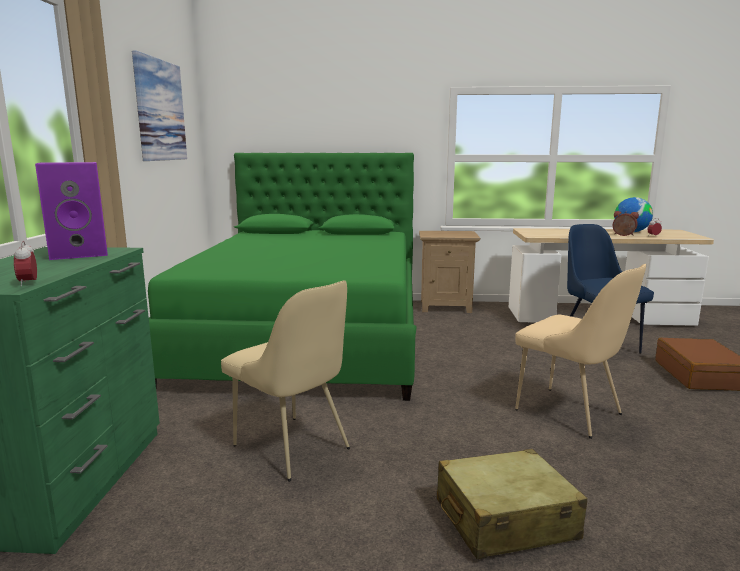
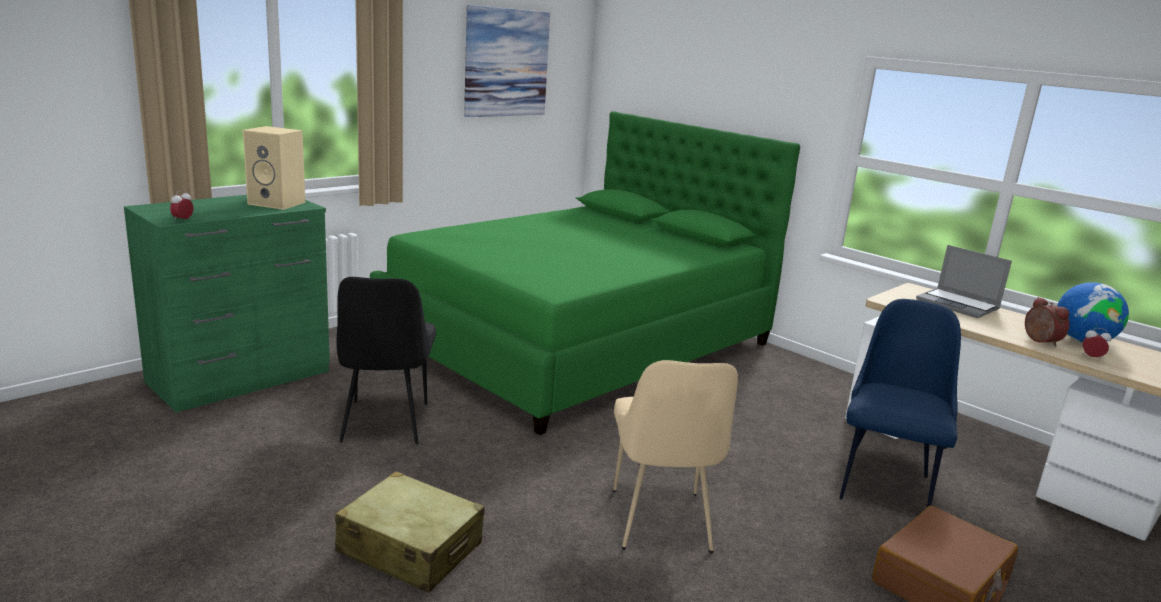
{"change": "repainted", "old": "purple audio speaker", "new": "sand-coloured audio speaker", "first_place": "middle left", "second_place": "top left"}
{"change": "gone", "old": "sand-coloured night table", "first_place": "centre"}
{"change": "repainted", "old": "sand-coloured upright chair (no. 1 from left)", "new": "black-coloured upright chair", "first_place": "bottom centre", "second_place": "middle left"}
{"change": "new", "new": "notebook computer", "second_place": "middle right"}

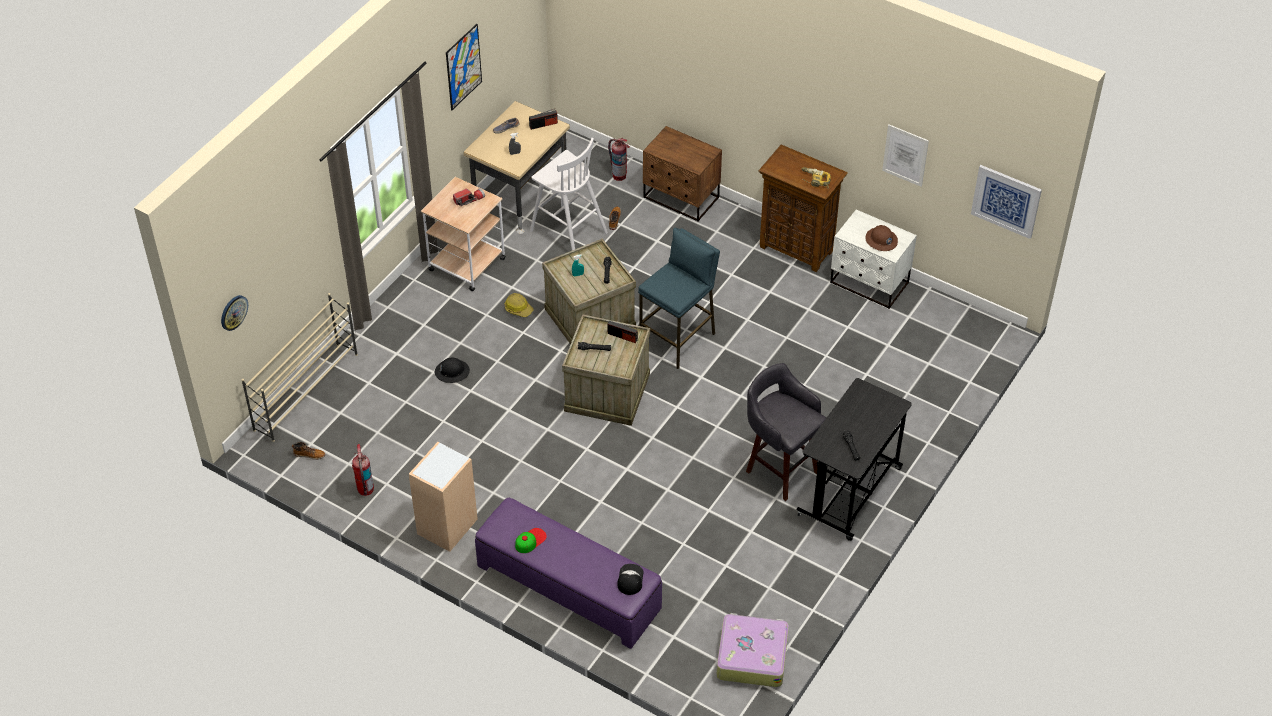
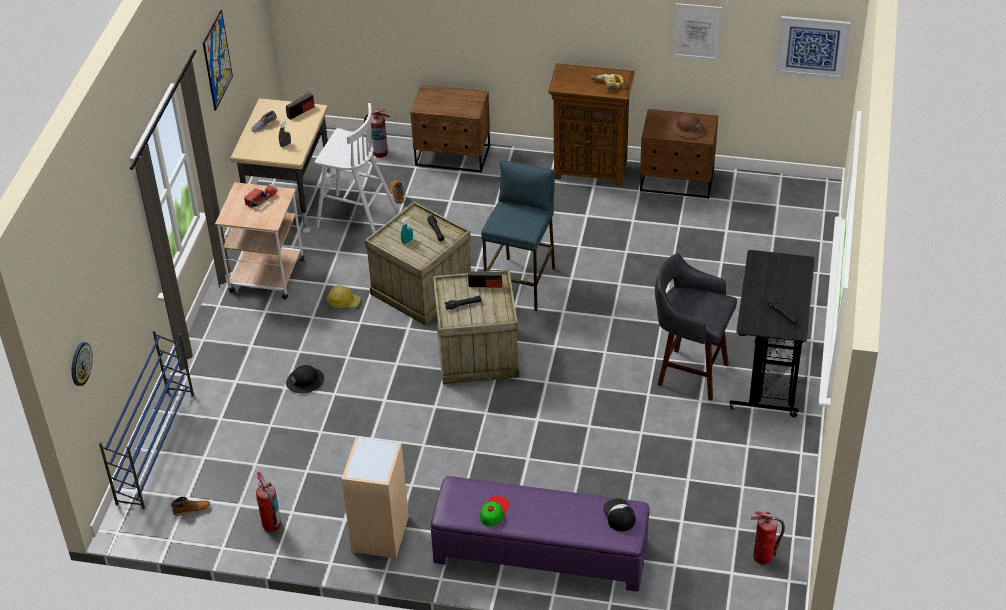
{"change": "repainted", "old": "white night table", "new": "brownish night table (no. 2 from left)", "first_place": "middle right", "second_place": "top right"}
{"change": "repainted", "old": "sand-coloured shoe rack", "new": "blue shoe rack", "first_place": "middle left", "second_place": "bottom left"}
{"change": "swapped", "old": "travel case", "new": "extinguisher (no. 3 from left)", "first_place": "bottom centre", "second_place": "bottom right"}

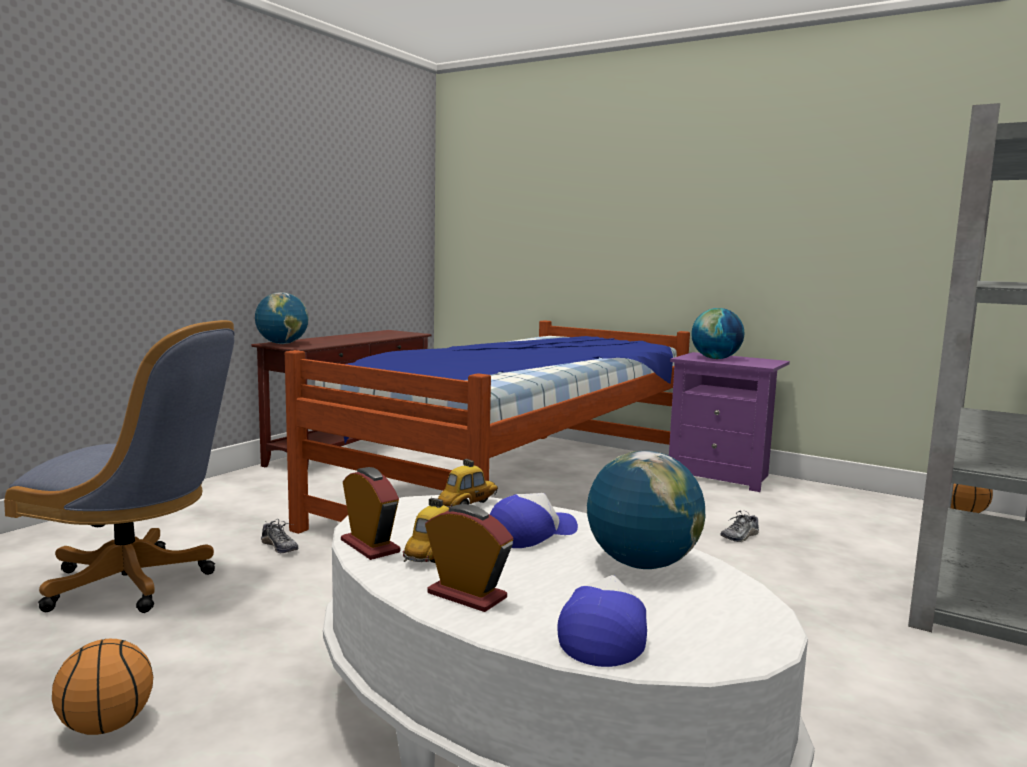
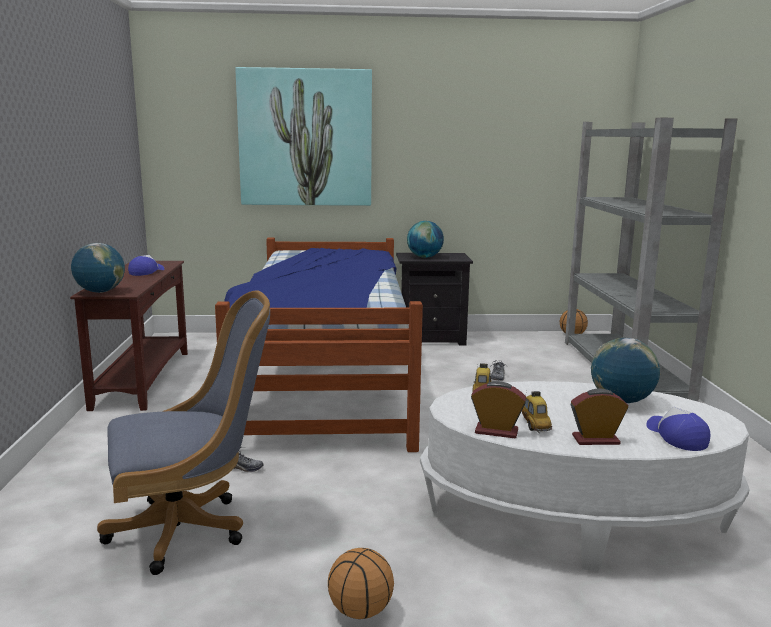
{"change": "repainted", "old": "purple night table", "new": "black-coloured night table", "first_place": "middle right", "second_place": "centre"}
{"change": "shifted", "old": "cap (no. 1 from left)", "first_place": "bottom centre", "second_place": "middle left"}
{"change": "new", "new": "wall picture", "second_place": "top centre"}

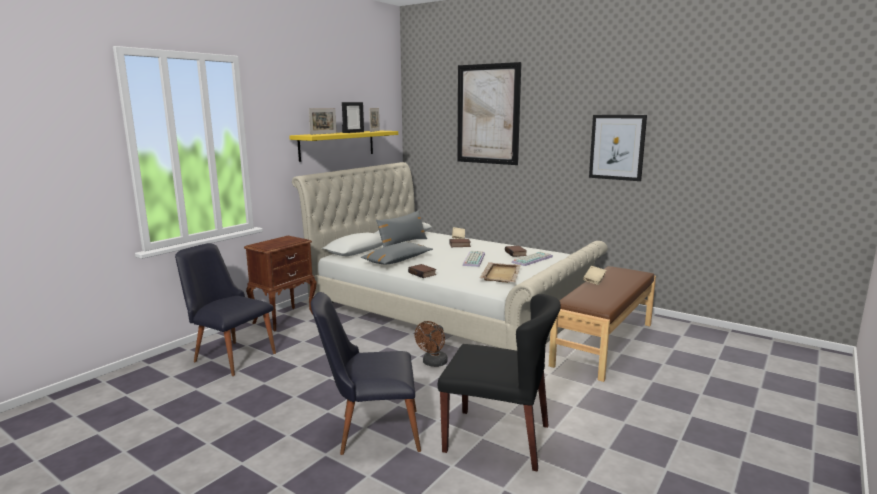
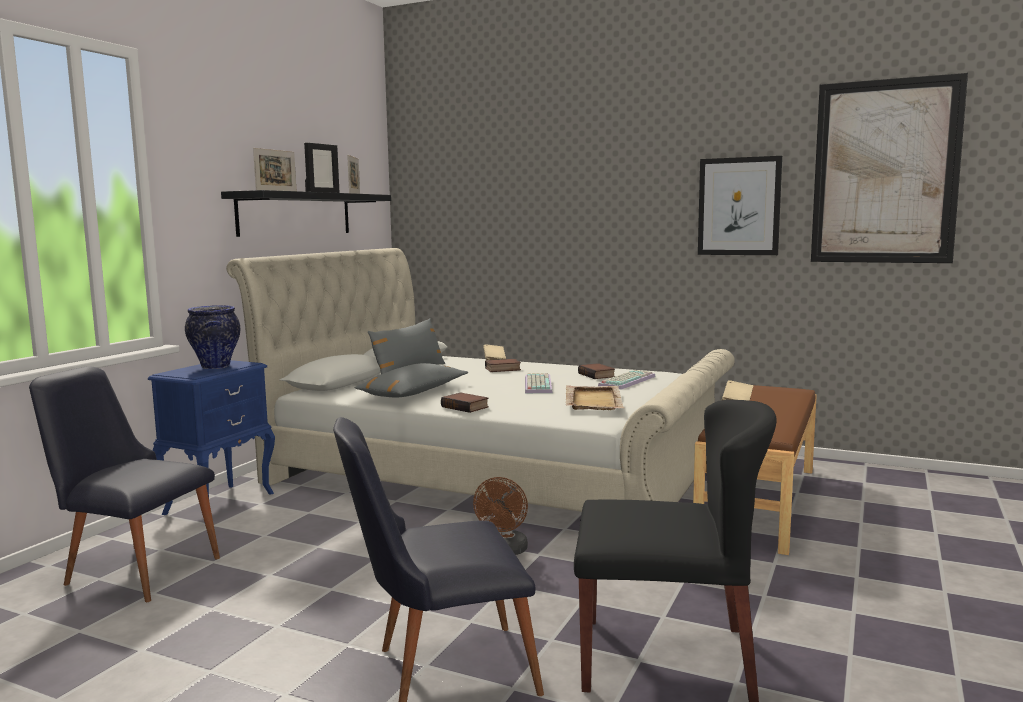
{"change": "shifted", "old": "wall picture (no. 1 from left in the first image)", "new": "wall picture (no. 2 from left)", "first_place": "top centre", "second_place": "top right"}
{"change": "repainted", "old": "yellow-coloured wall shelf", "new": "black-coloured wall shelf", "first_place": "top centre", "second_place": "top left"}
{"change": "repainted", "old": "brownish night table", "new": "blue night table", "first_place": "middle left", "second_place": "middle left"}
{"change": "new", "new": "vase", "second_place": "middle left"}

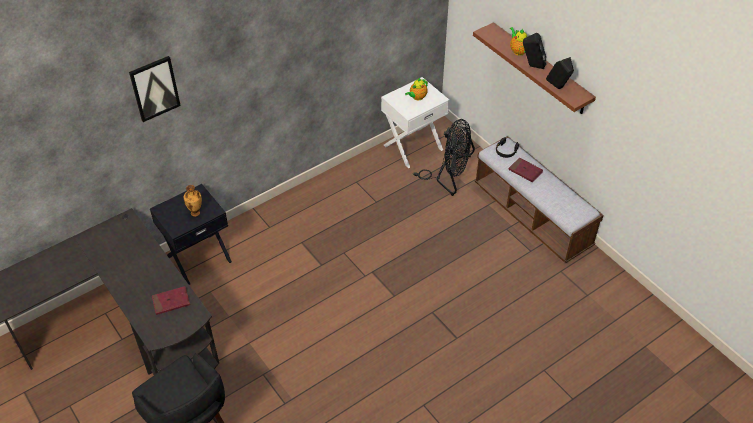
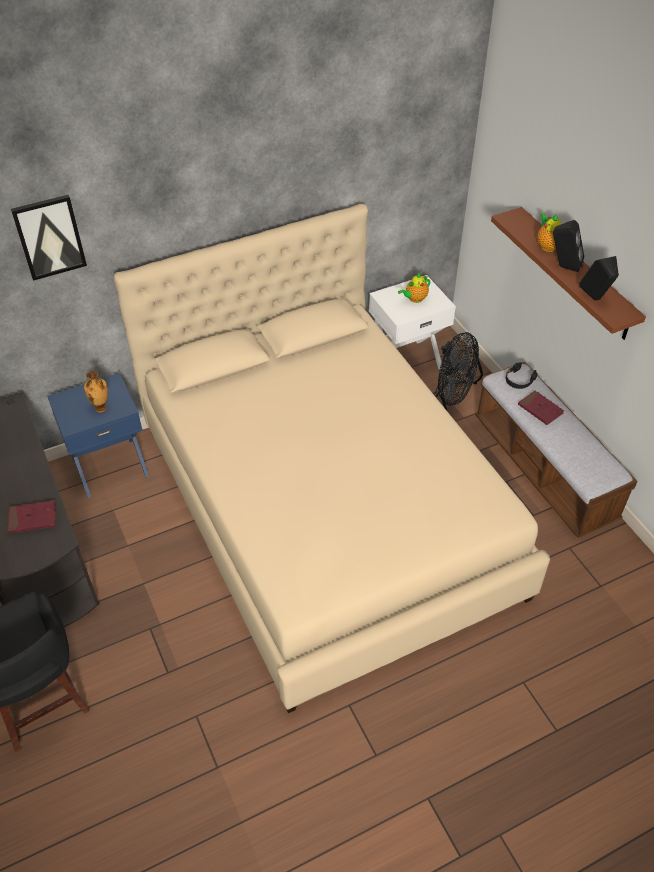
{"change": "repainted", "old": "black-coloured night table", "new": "blue night table", "first_place": "middle left", "second_place": "middle left"}
{"change": "new", "new": "sand-coloured sleeping bed", "second_place": "centre"}

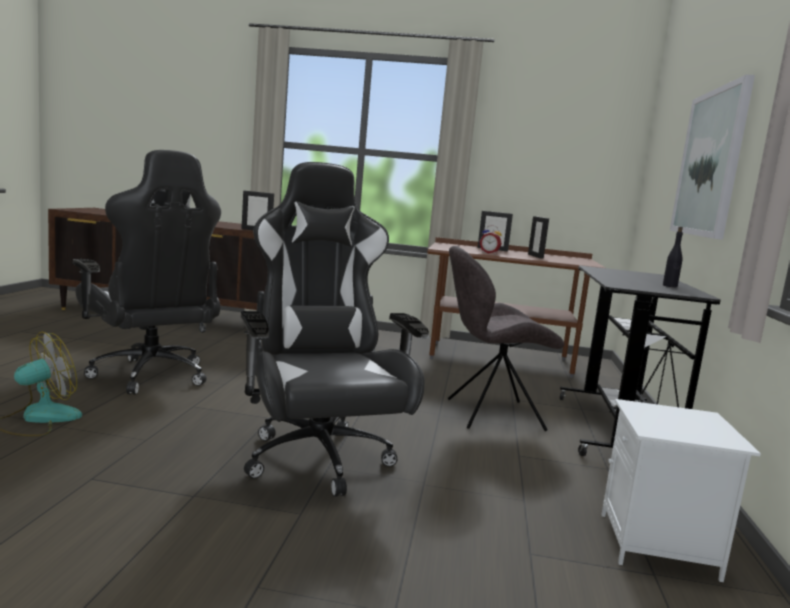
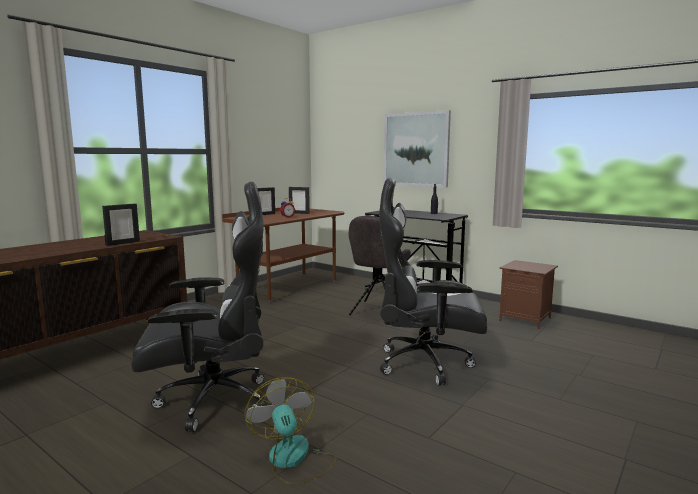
{"change": "repainted", "old": "white night table", "new": "brownish night table", "first_place": "bottom right", "second_place": "middle right"}

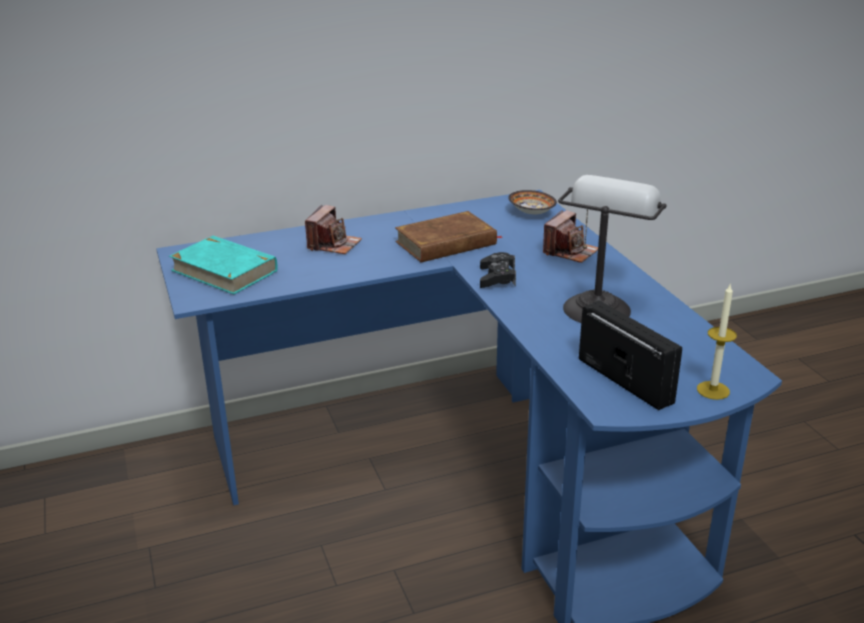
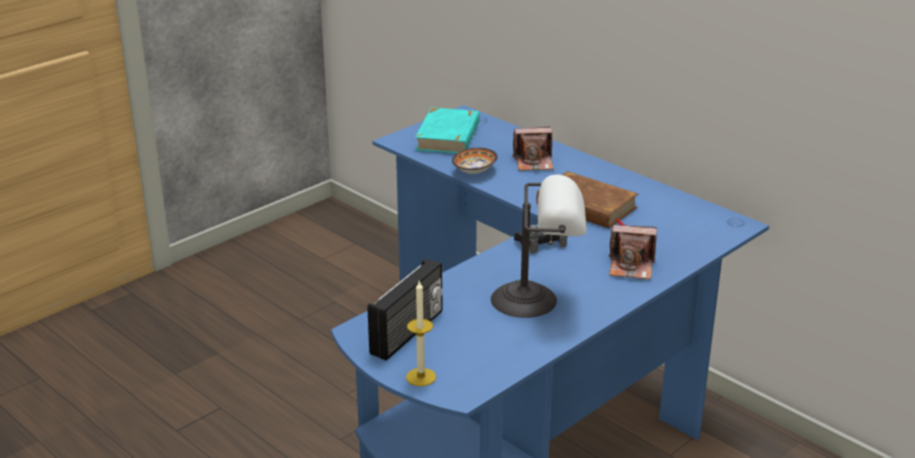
{"change": "shifted", "old": "bowl", "first_place": "top centre", "second_place": "centre"}

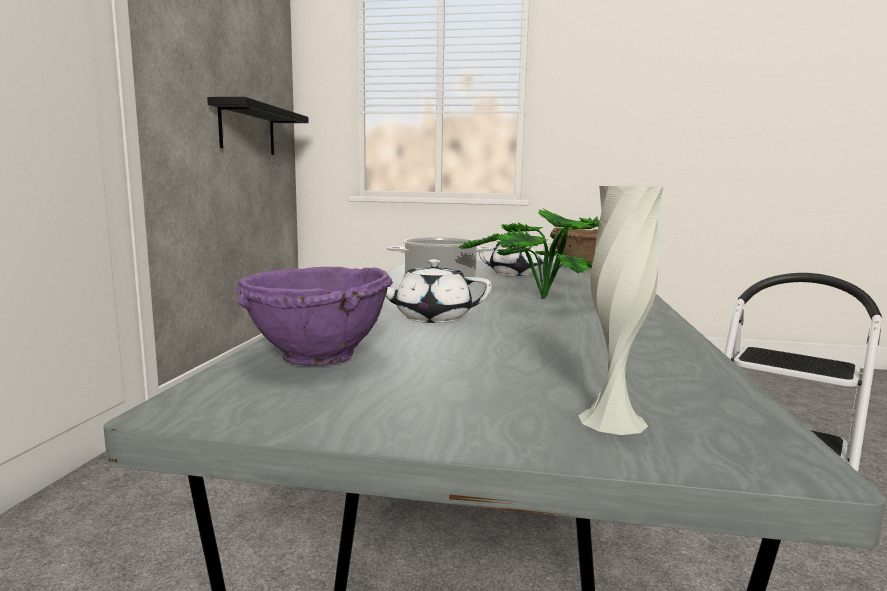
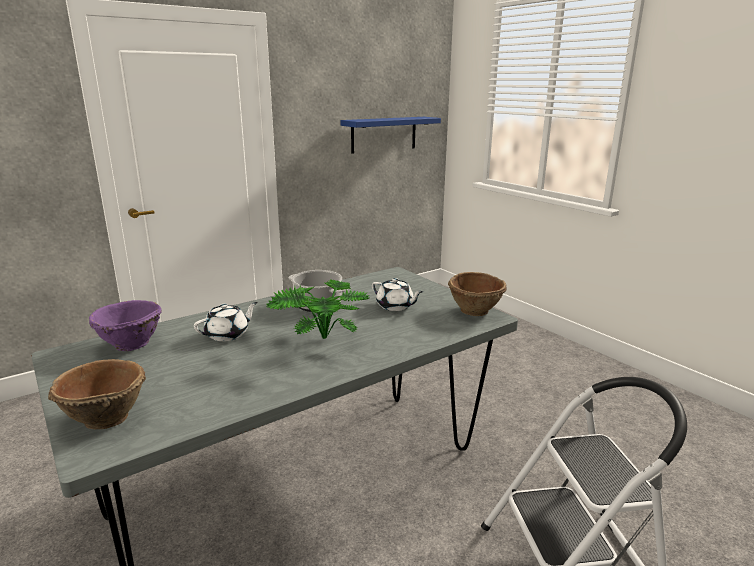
{"change": "repainted", "old": "black-coloured wall shelf", "new": "blue wall shelf", "first_place": "top left", "second_place": "top centre"}
{"change": "swapped", "old": "white vase", "new": "brownish bowl (no. 1 from left)", "first_place": "middle right", "second_place": "bottom left"}
{"change": "rotated", "old": "white teapot (no. 1 from left)", "first_place": "centre", "second_place": "middle left", "degrees": 90}

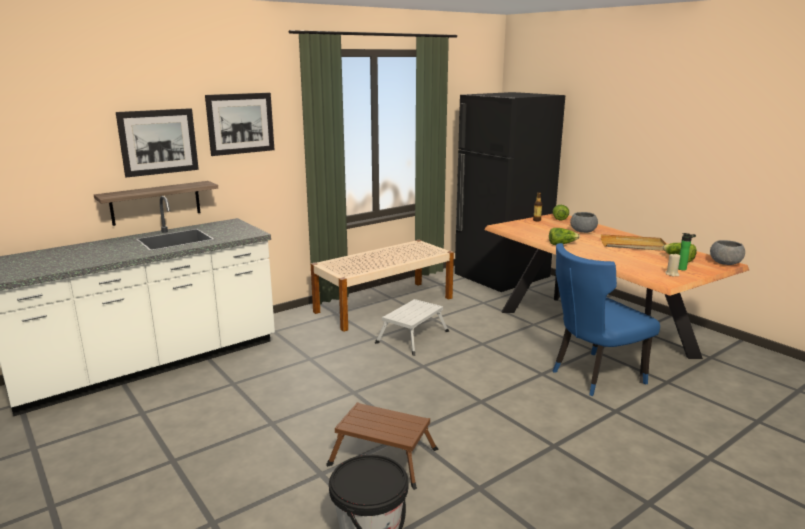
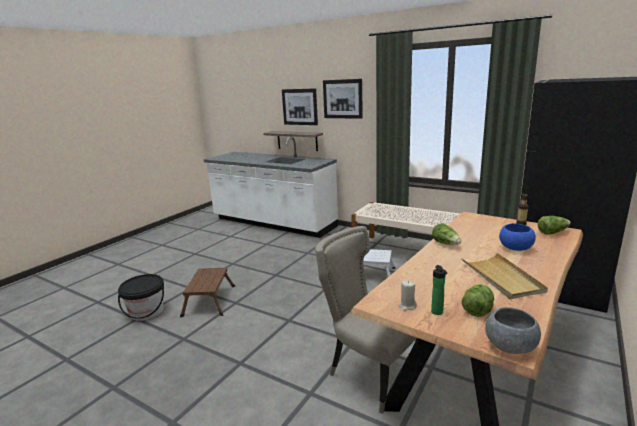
{"change": "repainted", "old": "grey bowl (no. 1 from left)", "new": "blue bowl", "first_place": "middle right", "second_place": "middle right"}
{"change": "repainted", "old": "blue upright chair", "new": "sand-coloured upright chair", "first_place": "middle right", "second_place": "bottom centre"}

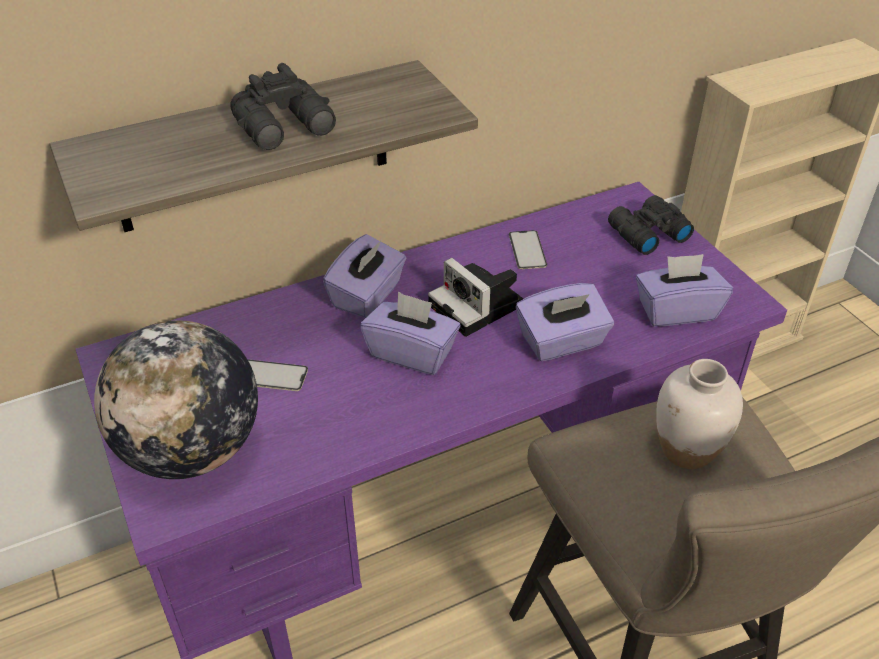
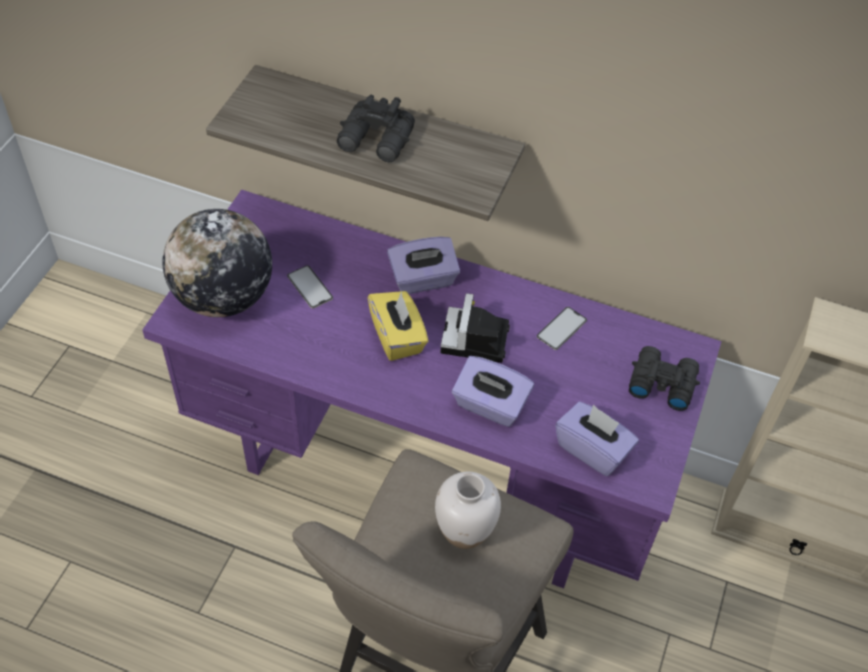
{"change": "repainted", "old": "purple tissue holder (no. 2 from left)", "new": "yellow-coloured tissue holder", "first_place": "centre", "second_place": "centre"}

